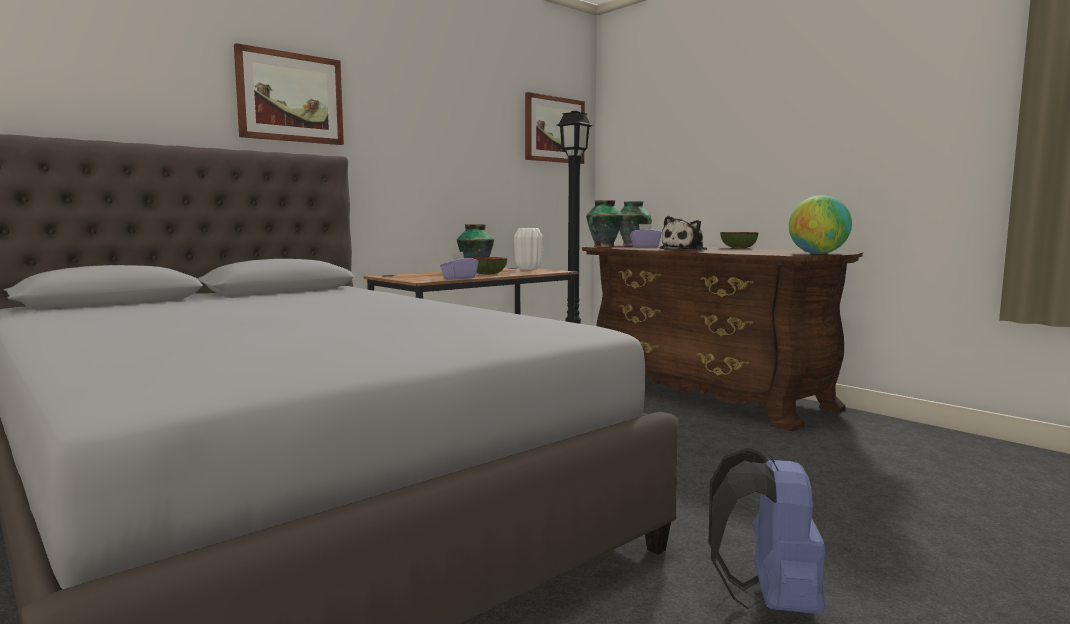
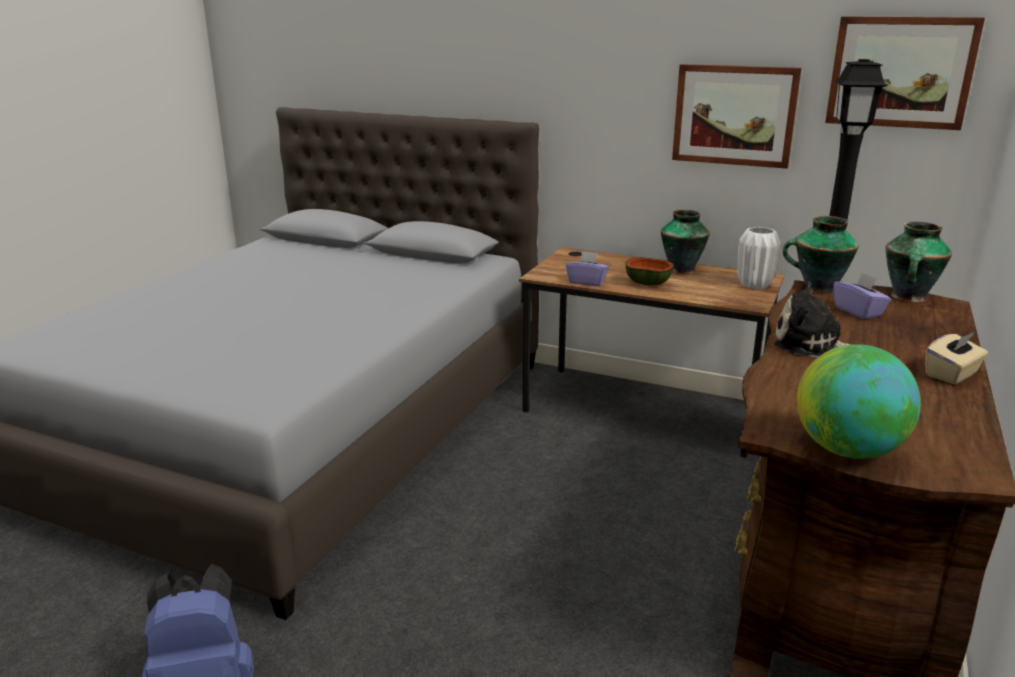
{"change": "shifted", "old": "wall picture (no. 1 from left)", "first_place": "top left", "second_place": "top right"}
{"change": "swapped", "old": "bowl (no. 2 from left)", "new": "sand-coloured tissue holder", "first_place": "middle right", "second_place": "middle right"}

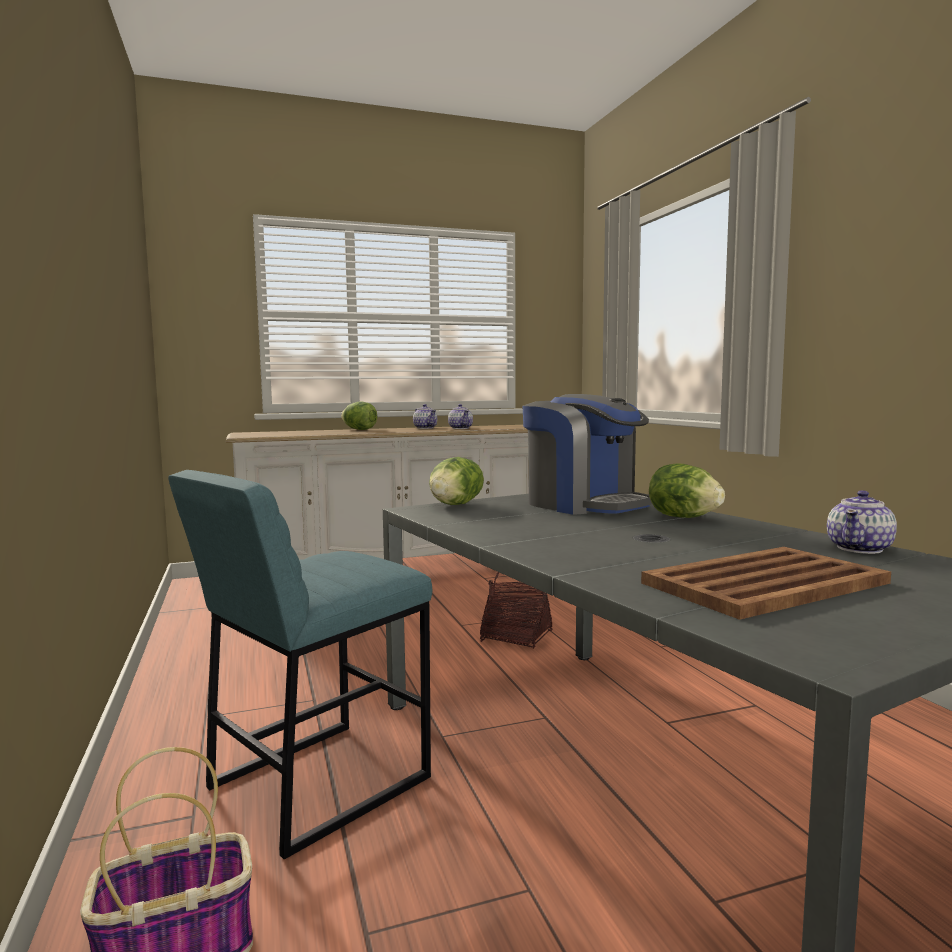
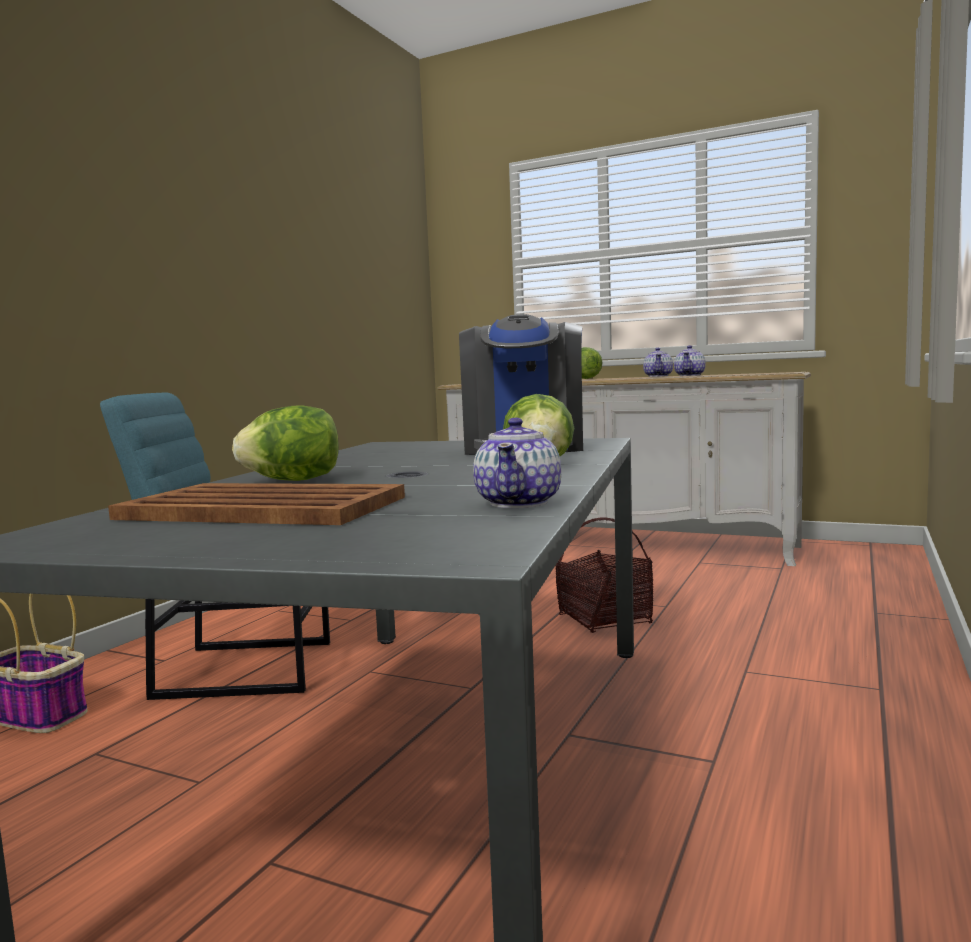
{"change": "shifted", "old": "lettuce (no. 2 from left in the first image)", "new": "lettuce (no. 1 from left)", "first_place": "centre", "second_place": "middle left"}
{"change": "rotated", "old": "teapot (no. 3 from left in the first image)", "first_place": "middle right", "second_place": "centre", "degrees": -75}

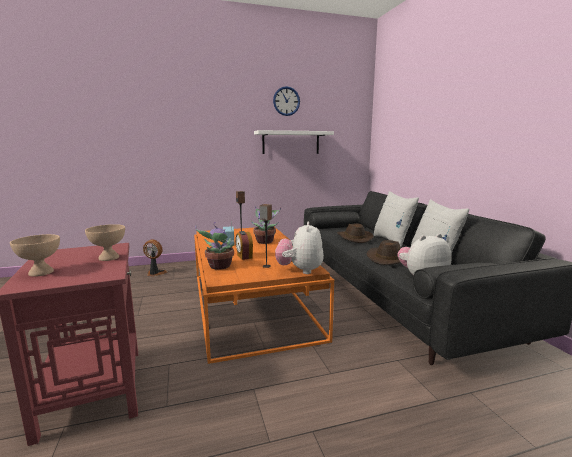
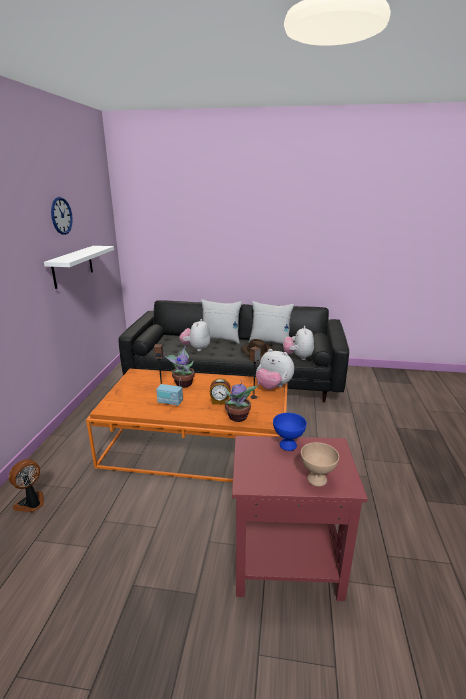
{"change": "swapped", "old": "brownish clothing hat (no. 1 from left)", "new": "cuddly toy (no. 1 from left)", "first_place": "centre", "second_place": "centre"}
{"change": "repainted", "old": "sand-coloured bowl (no. 2 from left)", "new": "blue bowl", "first_place": "middle left", "second_place": "centre"}

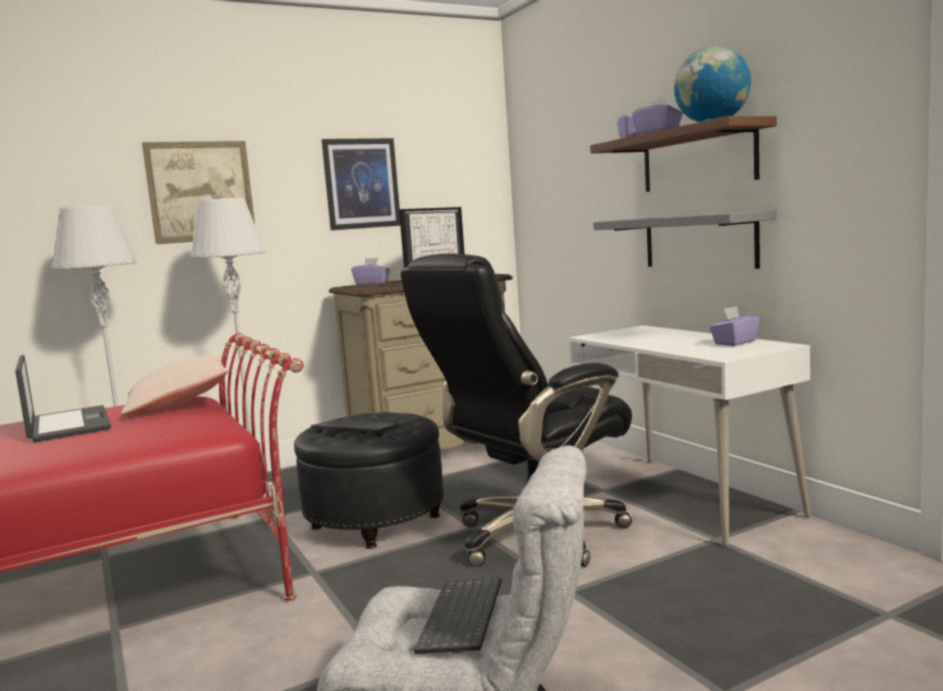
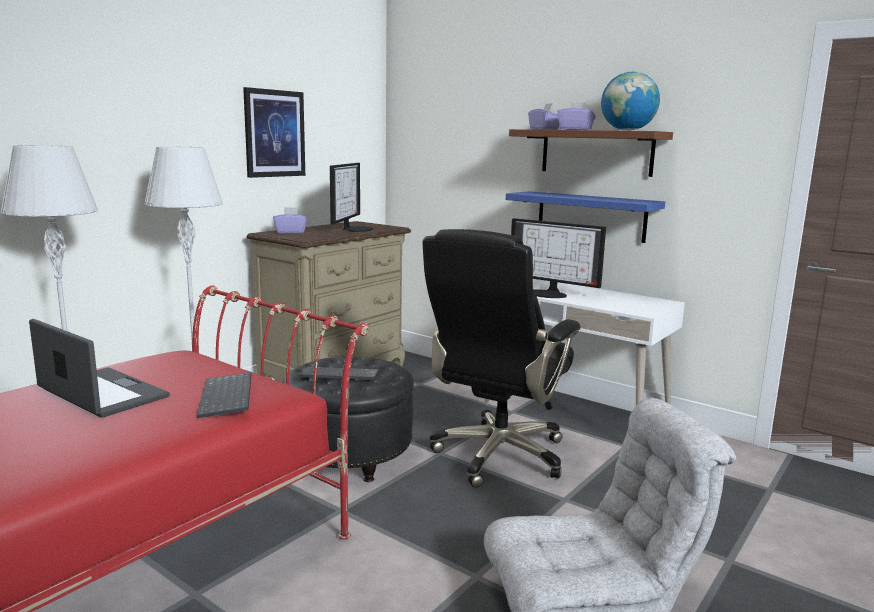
{"change": "gone", "old": "wall picture (no. 1 from left)", "first_place": "top left"}
{"change": "repainted", "old": "grey wall shelf", "new": "blue wall shelf", "first_place": "middle right", "second_place": "middle right"}
{"change": "gone", "old": "purple tissue holder (no. 4 from left)", "first_place": "middle right"}
{"change": "gone", "old": "sand-coloured cushion", "first_place": "middle left"}
{"change": "shifted", "old": "PC keyboard (no. 2 from left in the first image)", "new": "PC keyboard (no. 1 from left)", "first_place": "bottom centre", "second_place": "middle left"}
{"change": "new", "new": "computer display (no. 2 from left)", "second_place": "centre"}

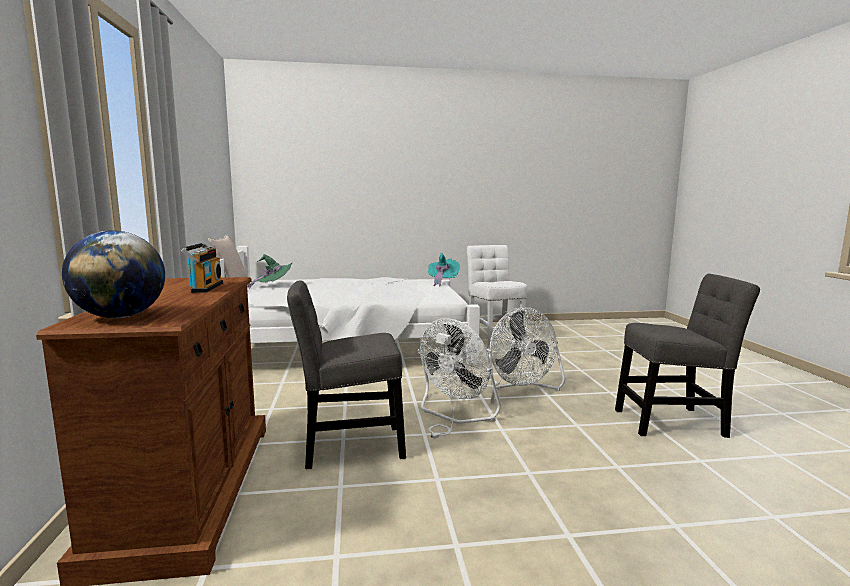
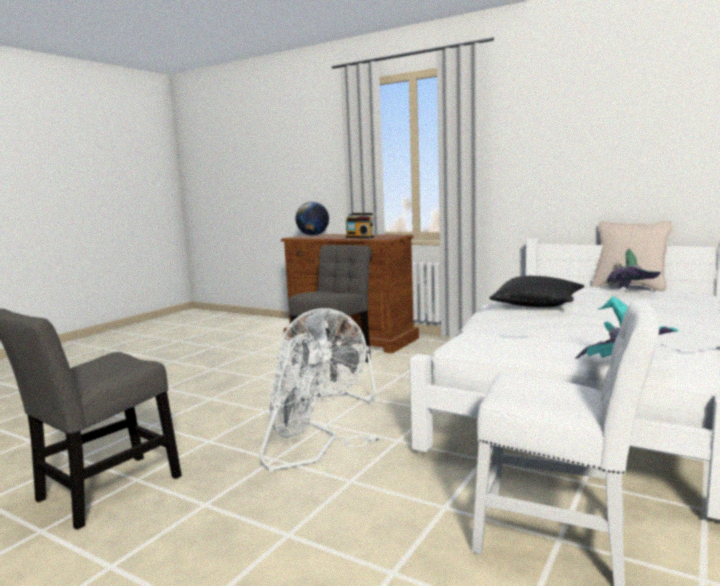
{"change": "new", "new": "black-coloured cushion", "second_place": "middle right"}

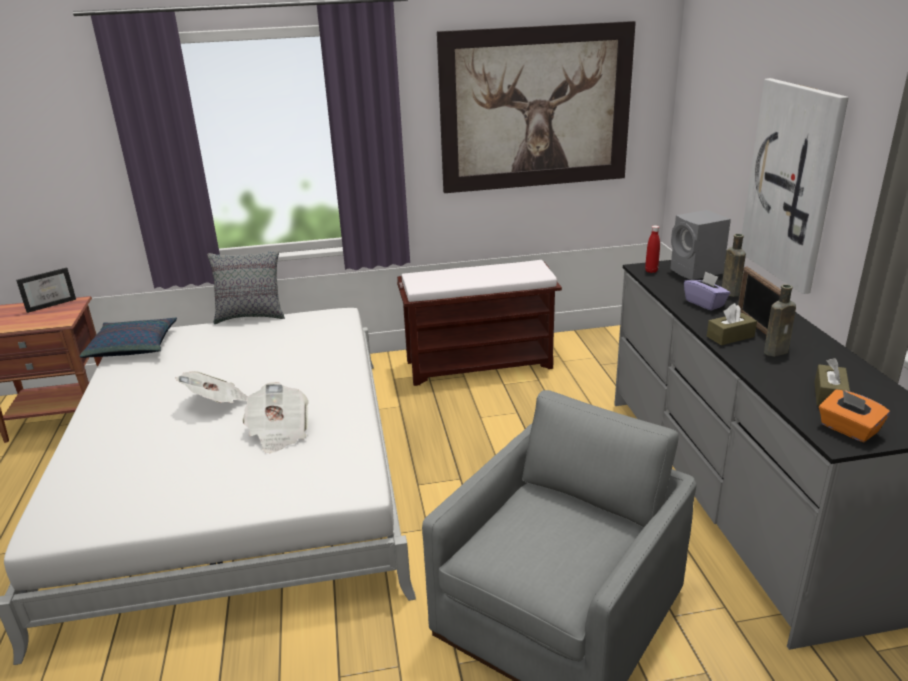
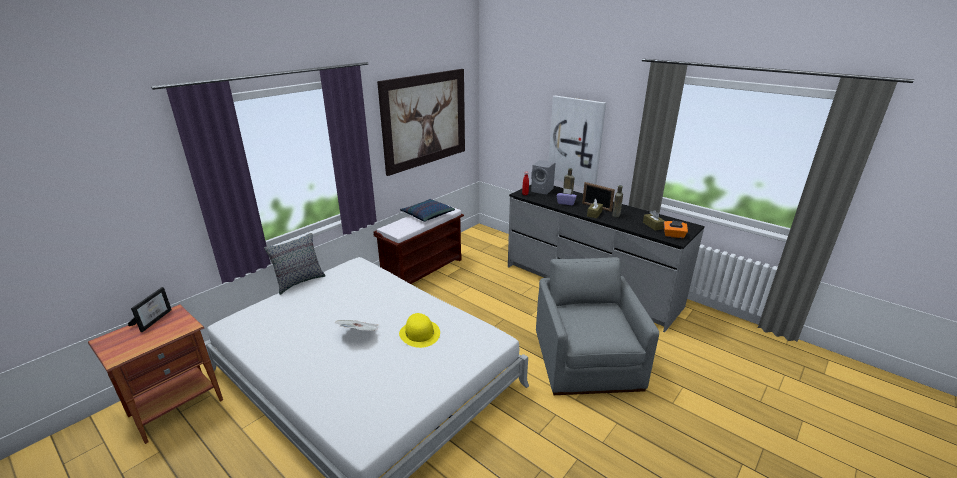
{"change": "shifted", "old": "blue cushion", "first_place": "middle left", "second_place": "centre"}
{"change": "swapped", "old": "printed paper (no. 2 from left)", "new": "yellow-coloured clothing hat", "first_place": "middle left", "second_place": "bottom centre"}

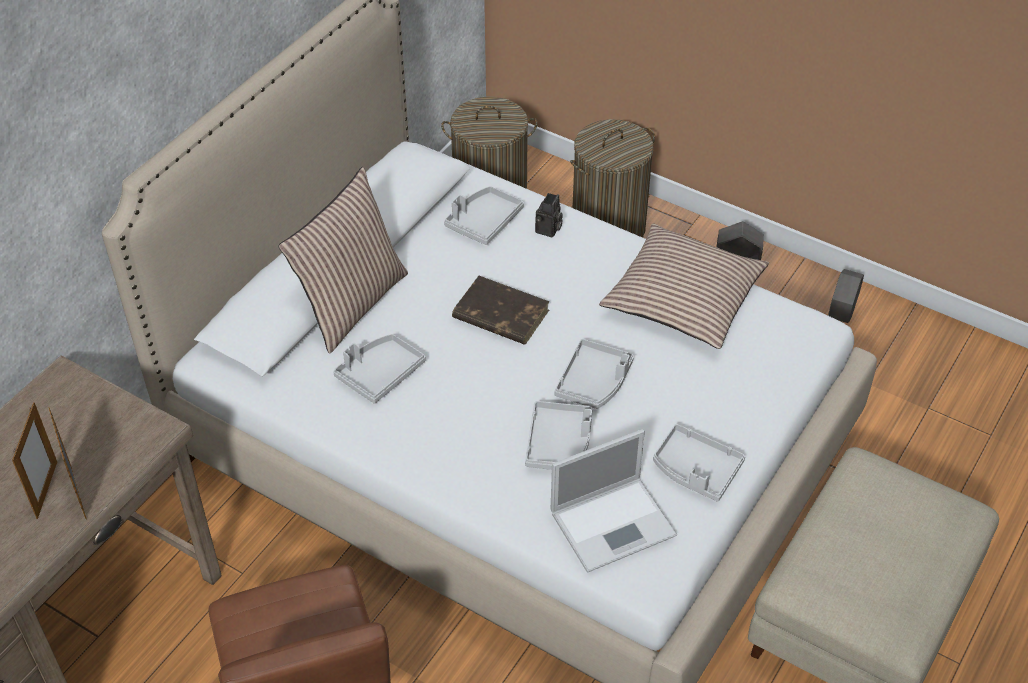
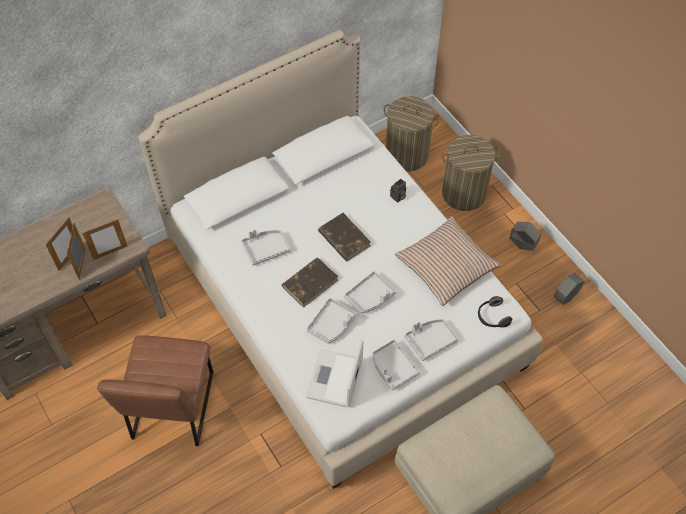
{"change": "gone", "old": "cushion (no. 1 from left)", "first_place": "centre"}
{"change": "shifted", "old": "grey carrying tray (no. 2 from left in the first image)", "new": "grey carrying tray (no. 5 from left)", "first_place": "top centre", "second_place": "centre"}
{"change": "rotated", "old": "notebook computer", "first_place": "bottom centre", "second_place": "bottom centre", "degrees": 105}
{"change": "new", "new": "standing frame (no. 3 from left)", "second_place": "middle left"}
{"change": "new", "new": "brownish volume (no. 1 from left)", "second_place": "centre"}
{"change": "new", "new": "pair of headphones", "second_place": "middle right"}

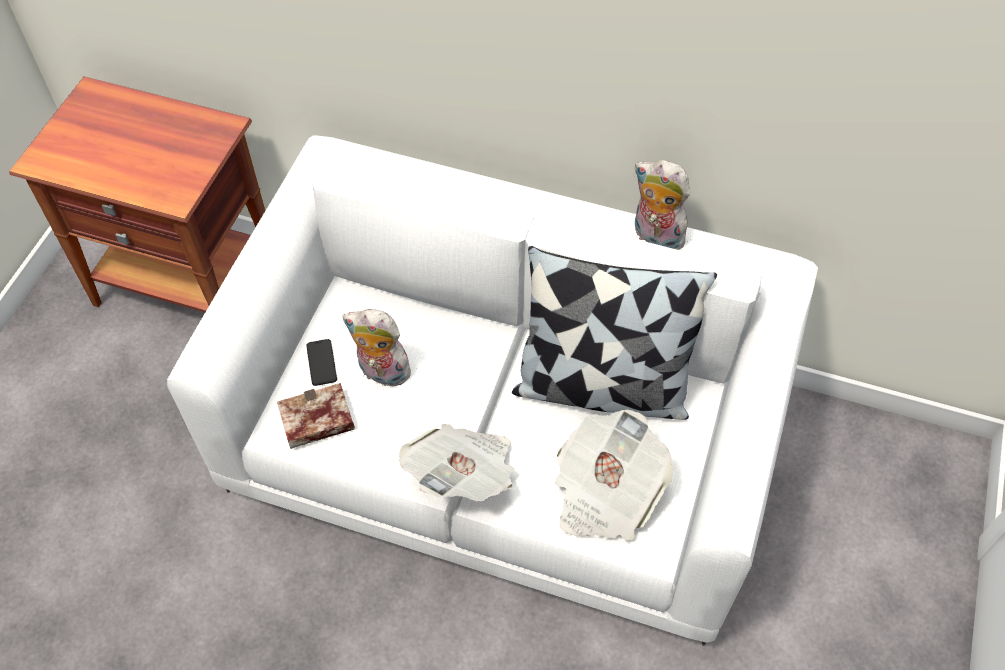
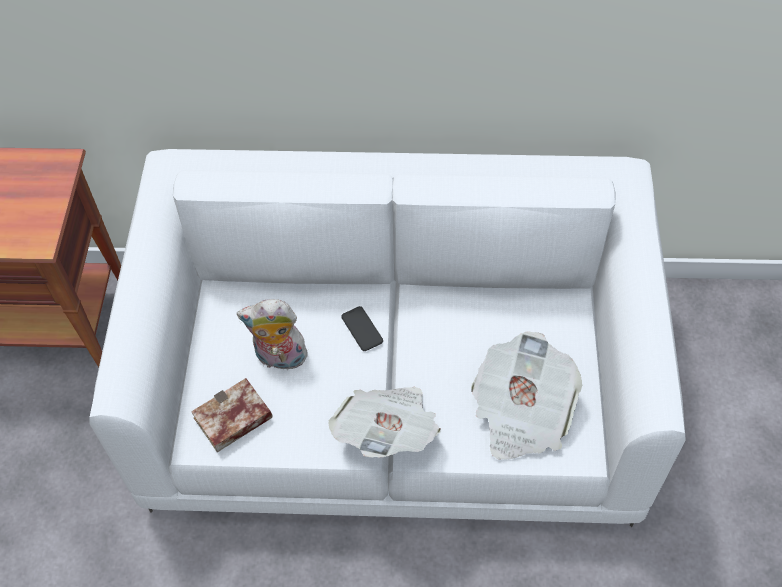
{"change": "gone", "old": "cuddly toy (no. 2 from left)", "first_place": "top centre"}
{"change": "gone", "old": "cushion", "first_place": "centre"}
{"change": "shifted", "old": "telephone", "first_place": "middle left", "second_place": "centre"}

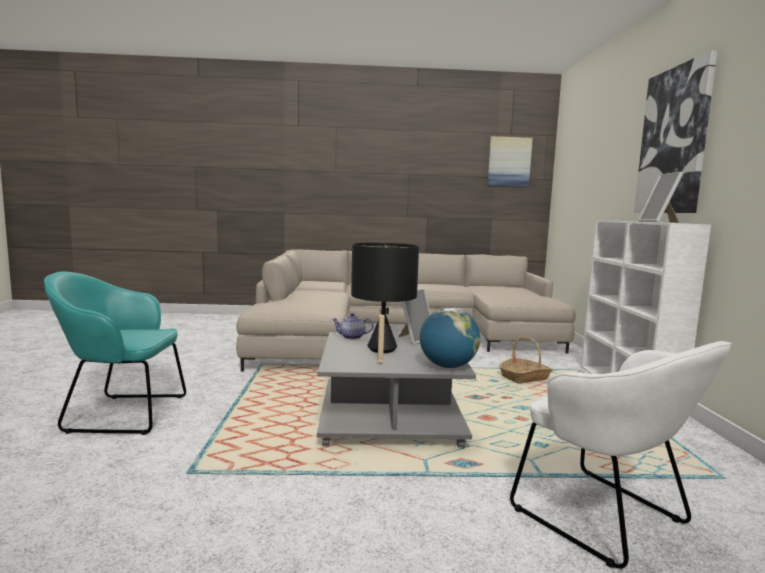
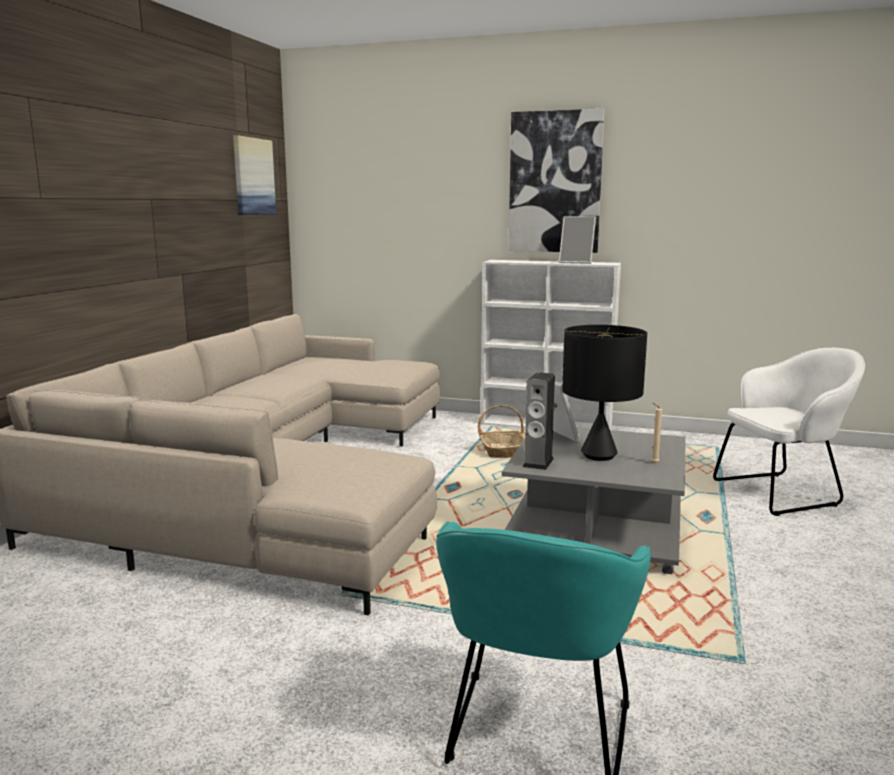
{"change": "gone", "old": "desk globe", "first_place": "centre"}
{"change": "swapped", "old": "teapot", "new": "audio speaker", "first_place": "centre", "second_place": "centre"}

